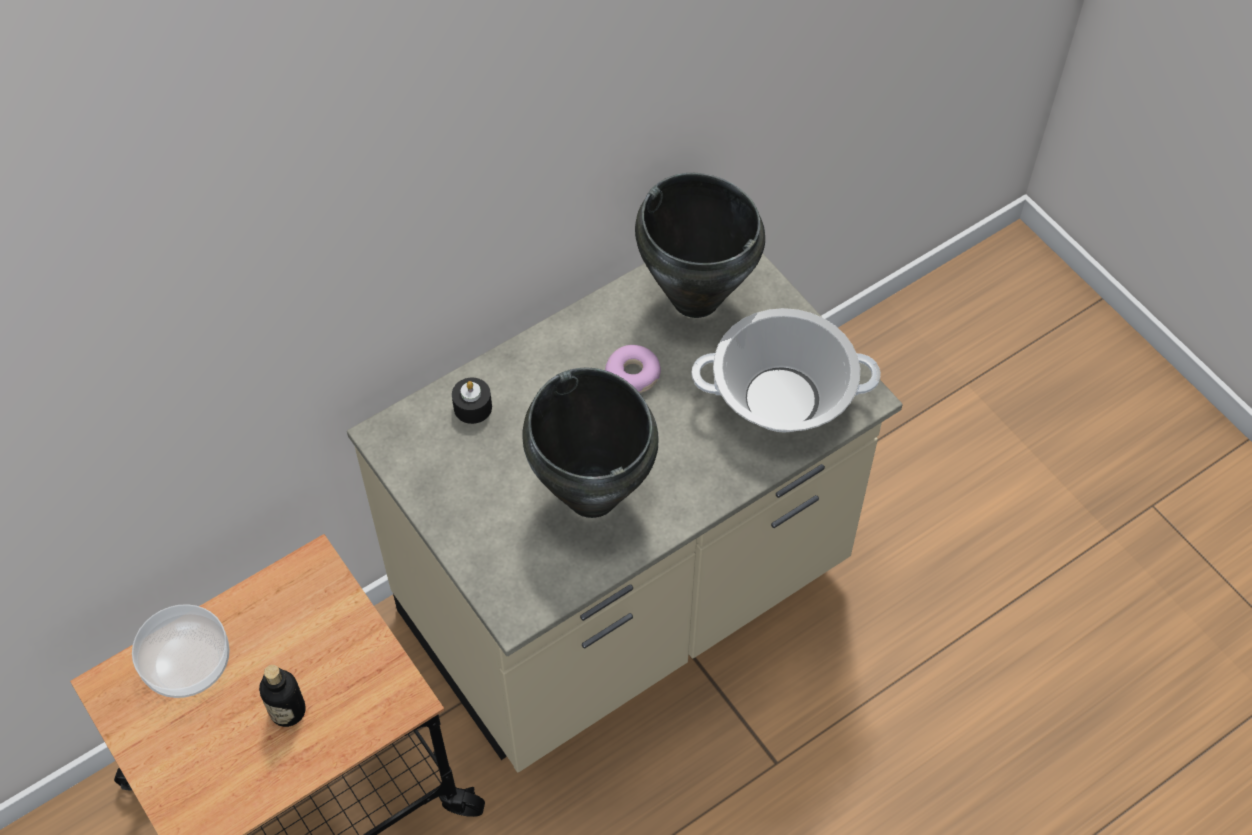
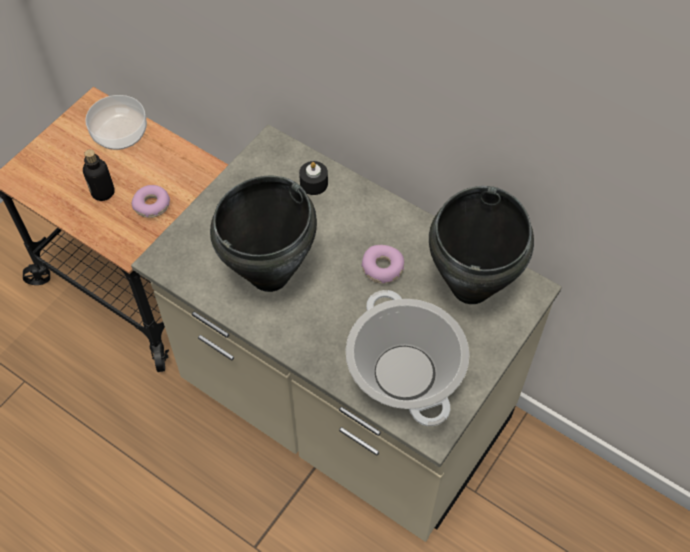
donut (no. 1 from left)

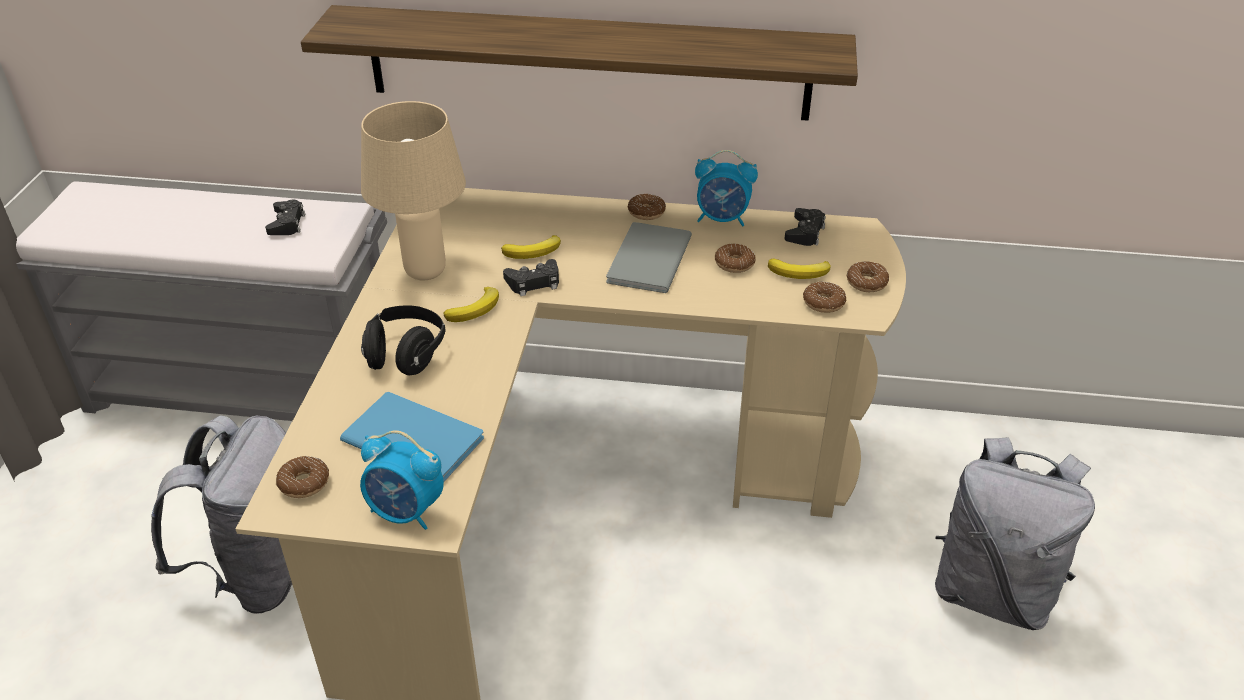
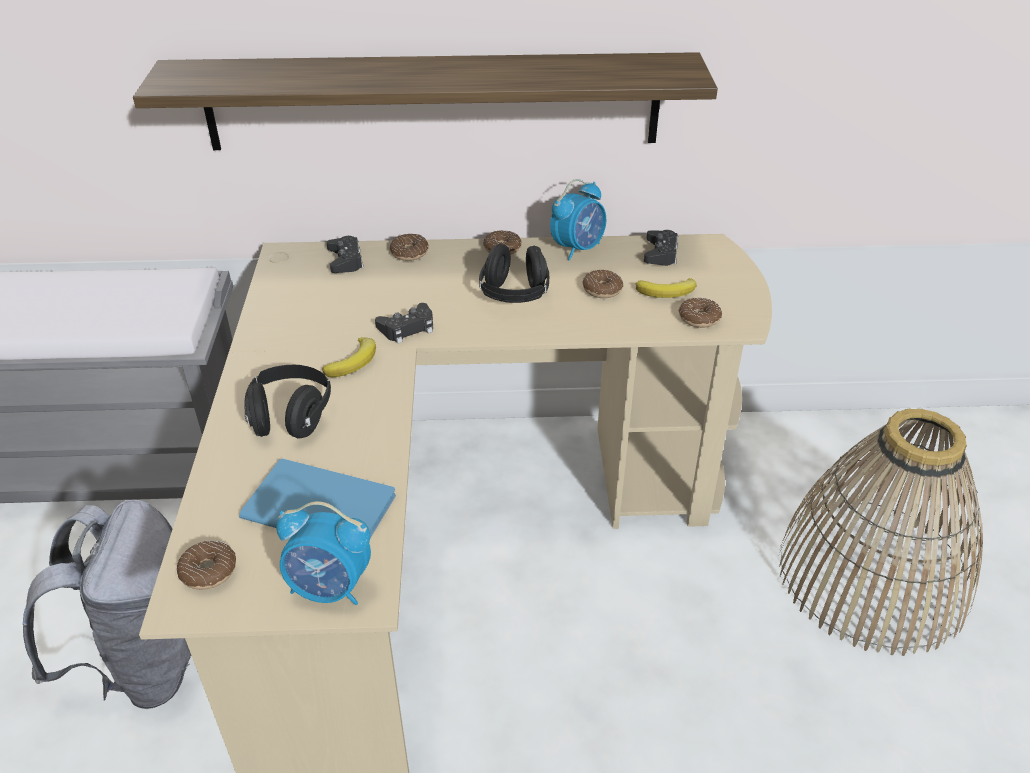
lampa stołowa [beżowy]; banan (no. 2 from left in the first image); pad do gier [czarny] (no. 1 from left); donut (no. 2 from left); słuchawki [czarny] (no. 2 from left); koszyk; budzik (no. 2 from left)

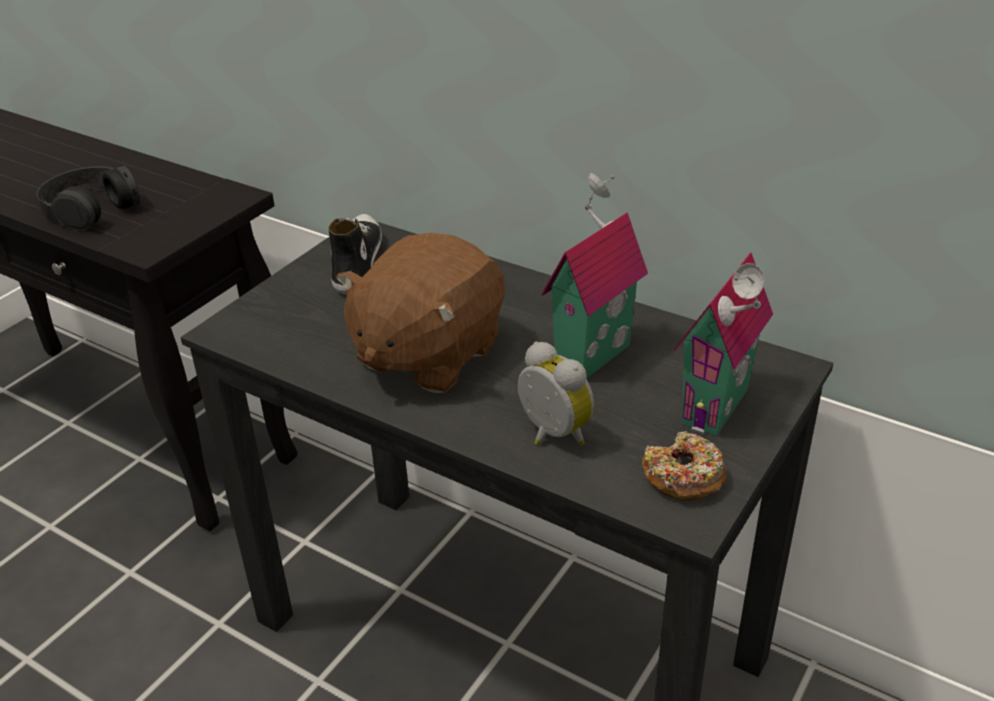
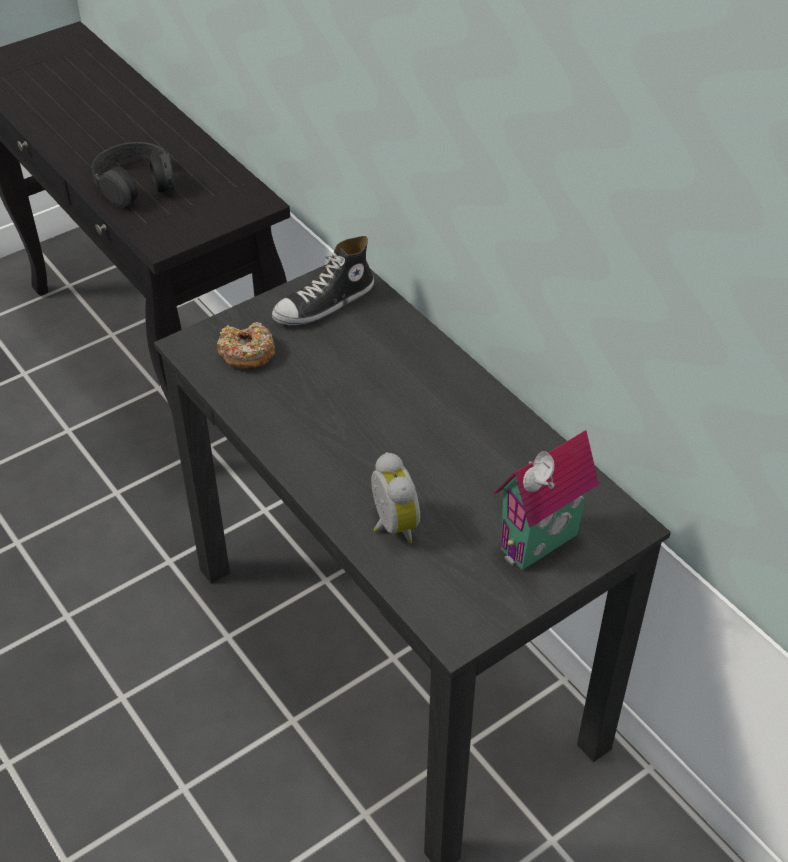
pluszak [brązowy]; domek (no. 1 from left in the first image); donut; but

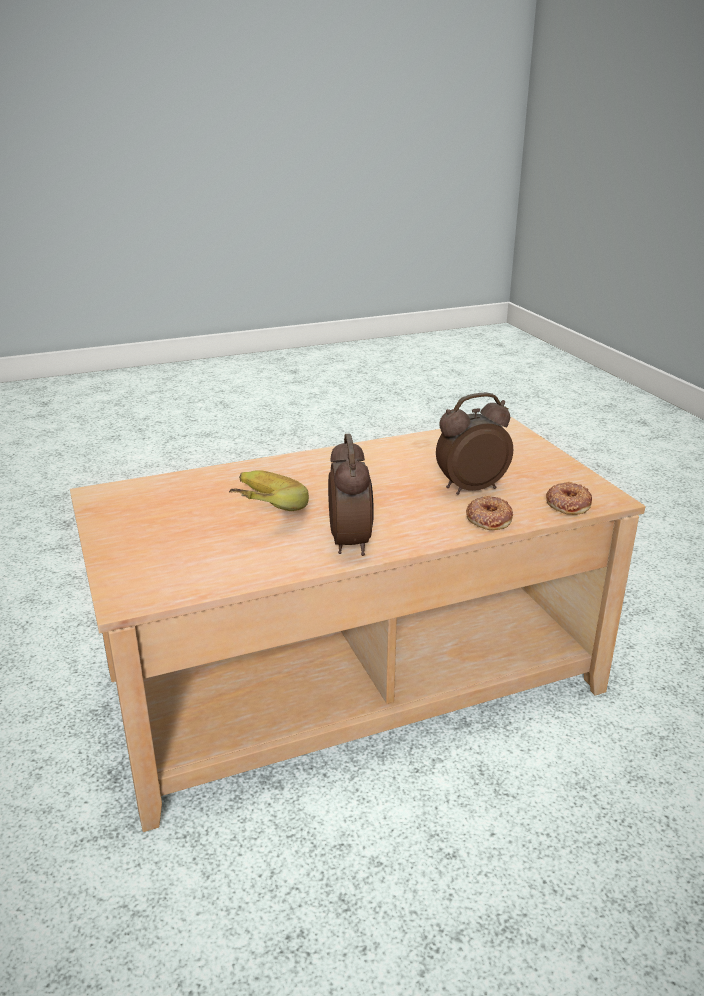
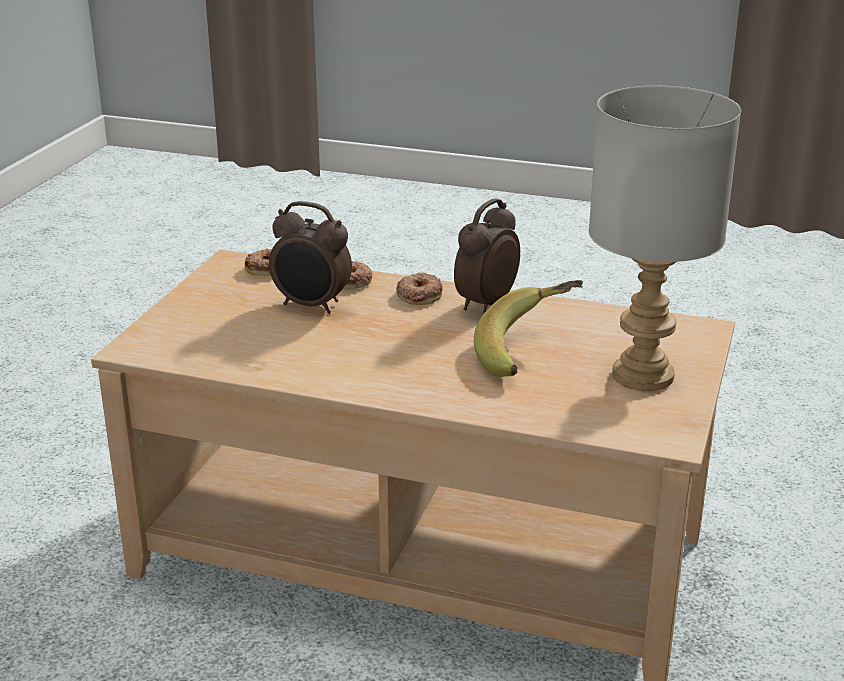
donut (no. 3 from left); lampa stołowa [szary]

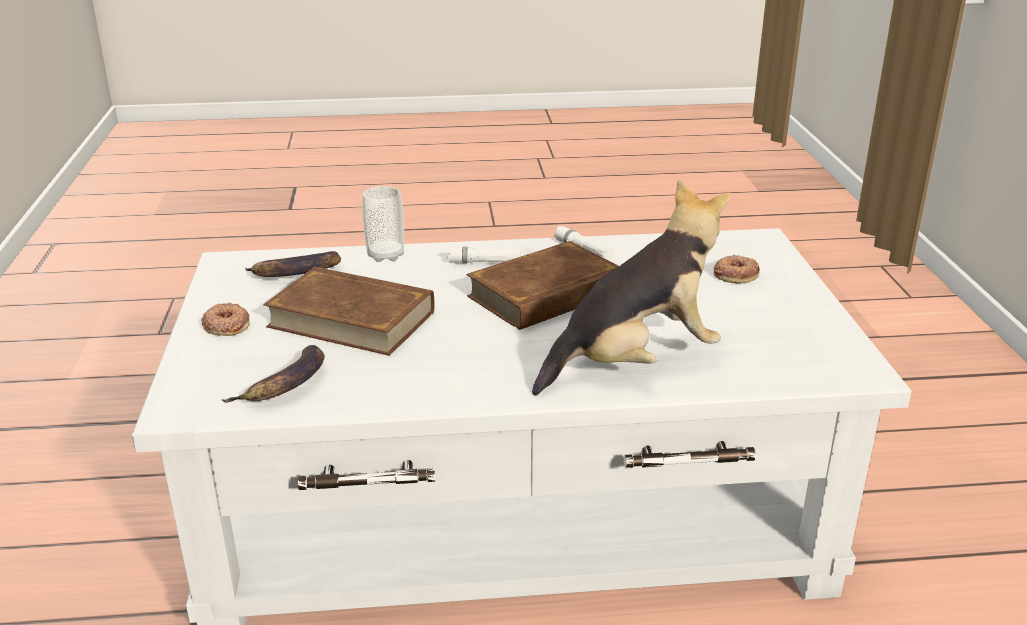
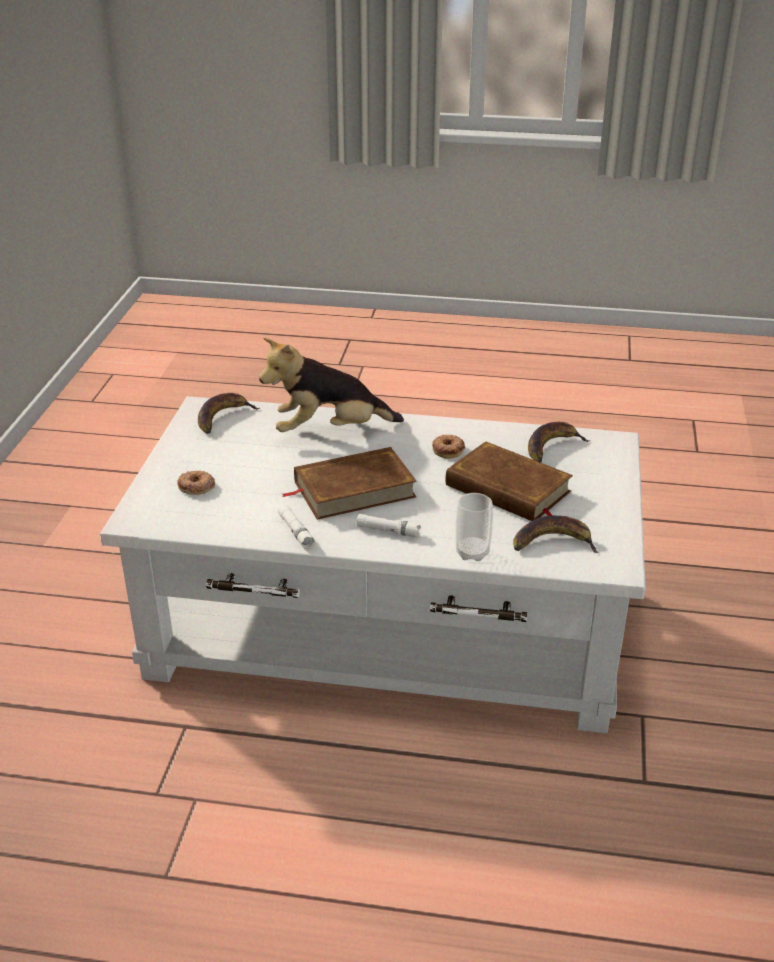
banan (no. 1 from left); donut (no. 2 from left)

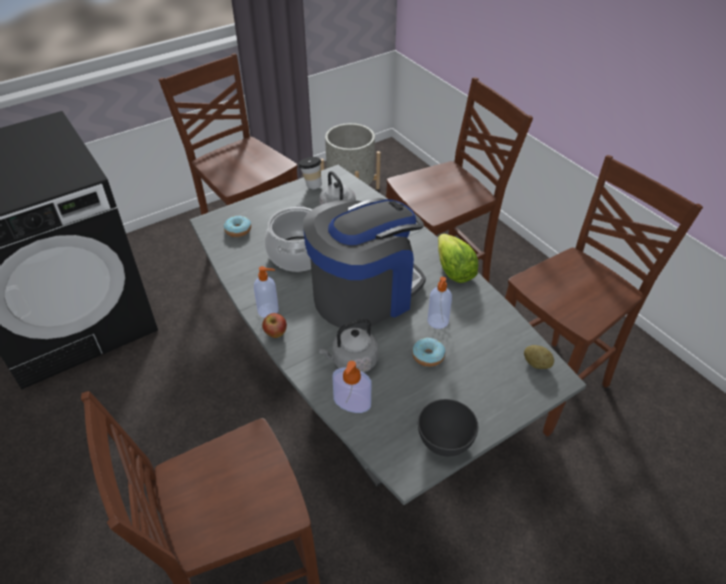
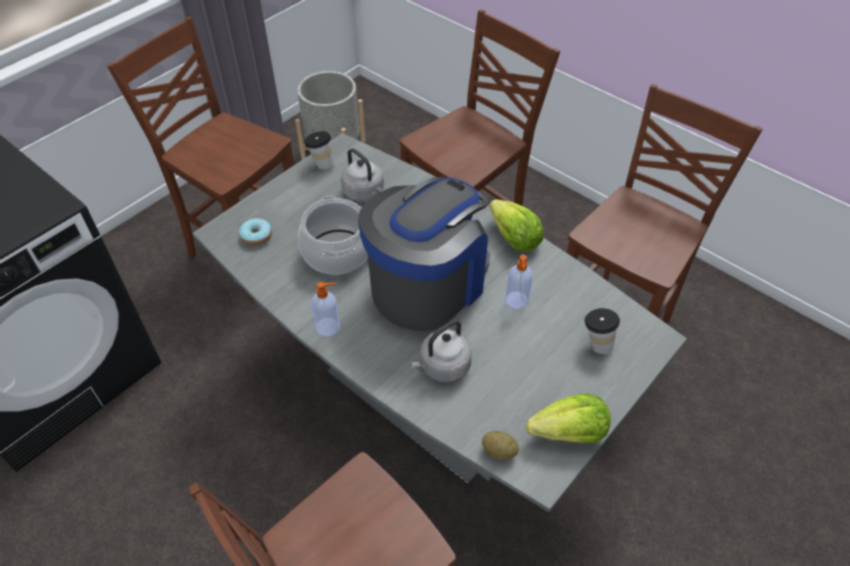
jabłko; dozownik mydła (no. 2 from left in the first image); donut (no. 2 from left in the first image); filiżanka (no. 2 from left); ziemniak; sałata (no. 2 from left)

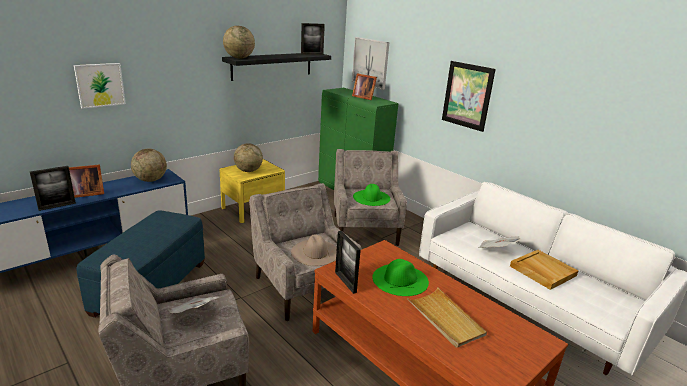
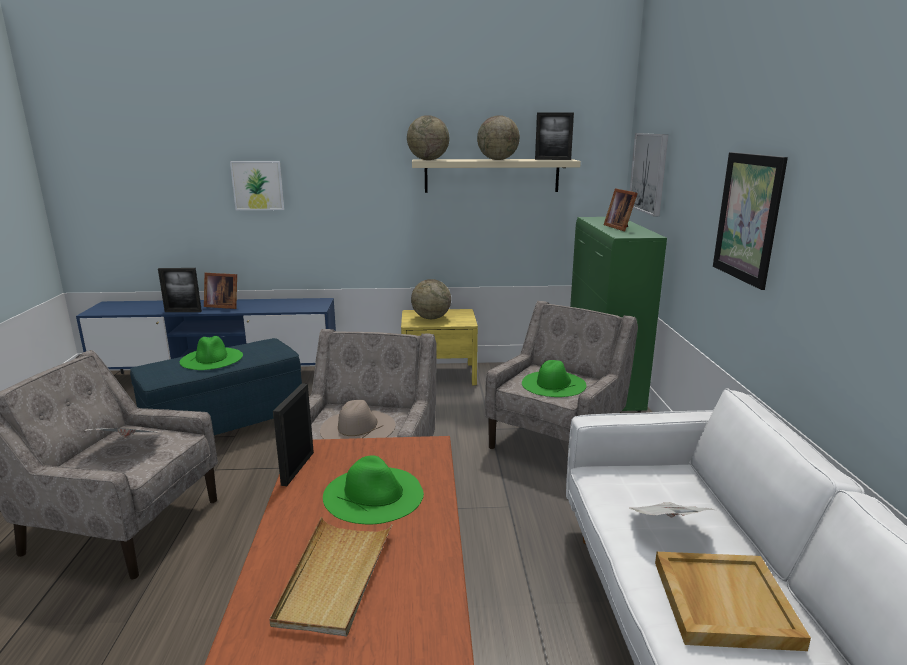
kapelusz [zielony] (no. 1 from left); globus (no. 3 from left); półka [beżowy]

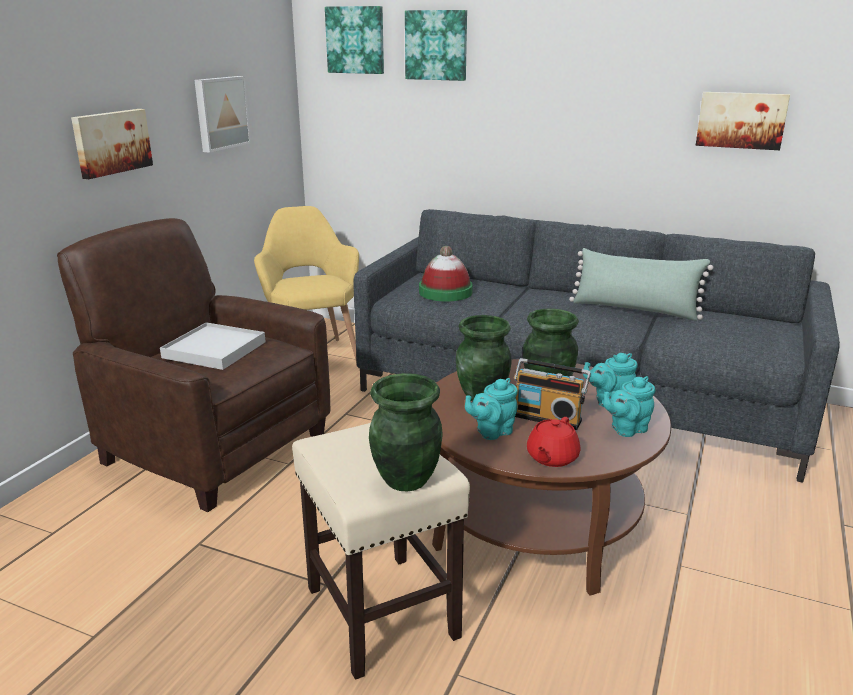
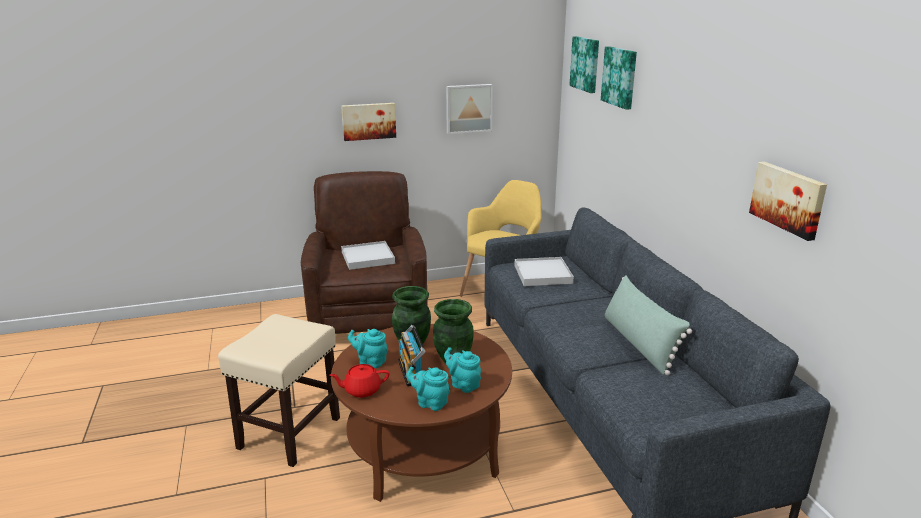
wazon [zielony] (no. 1 from left in the first image); taca [biały] (no. 2 from left)

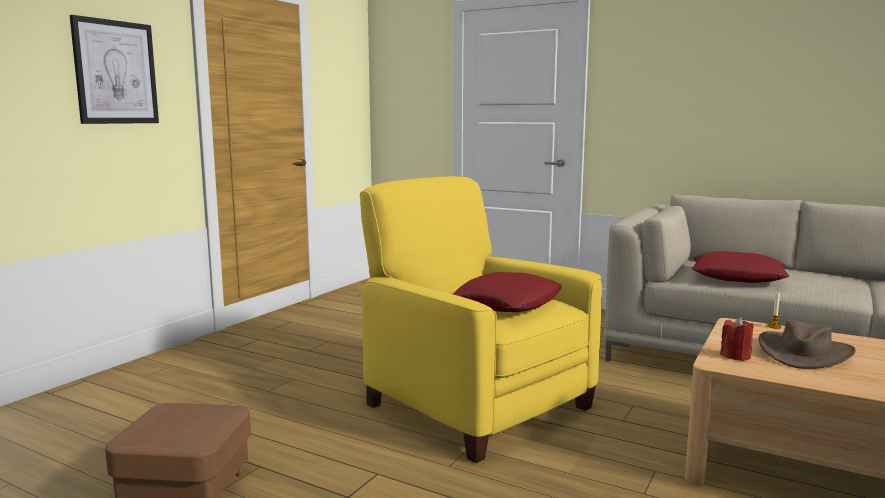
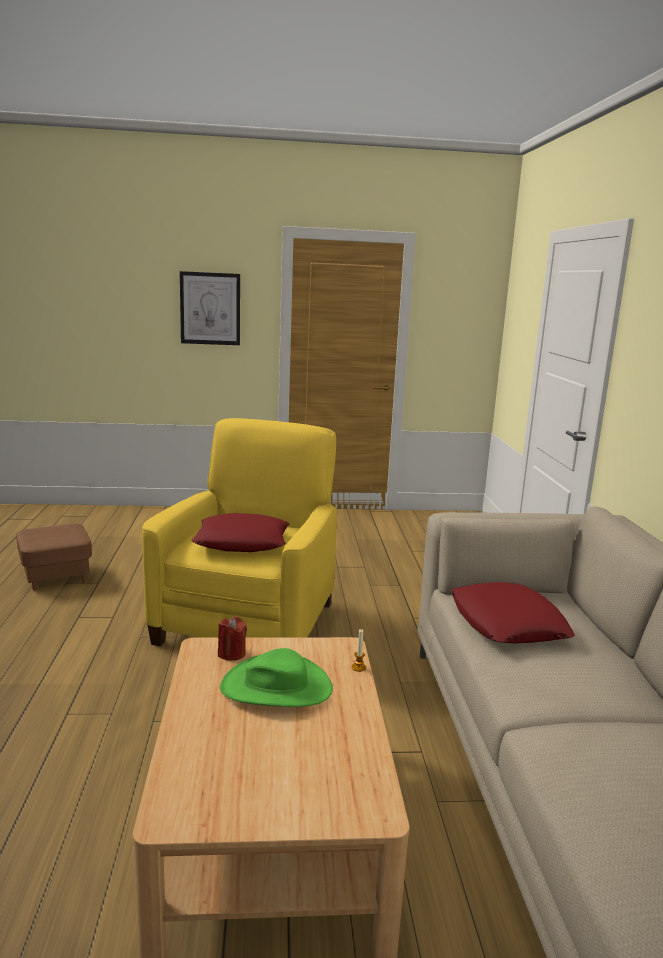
kapelusz [zielony]

